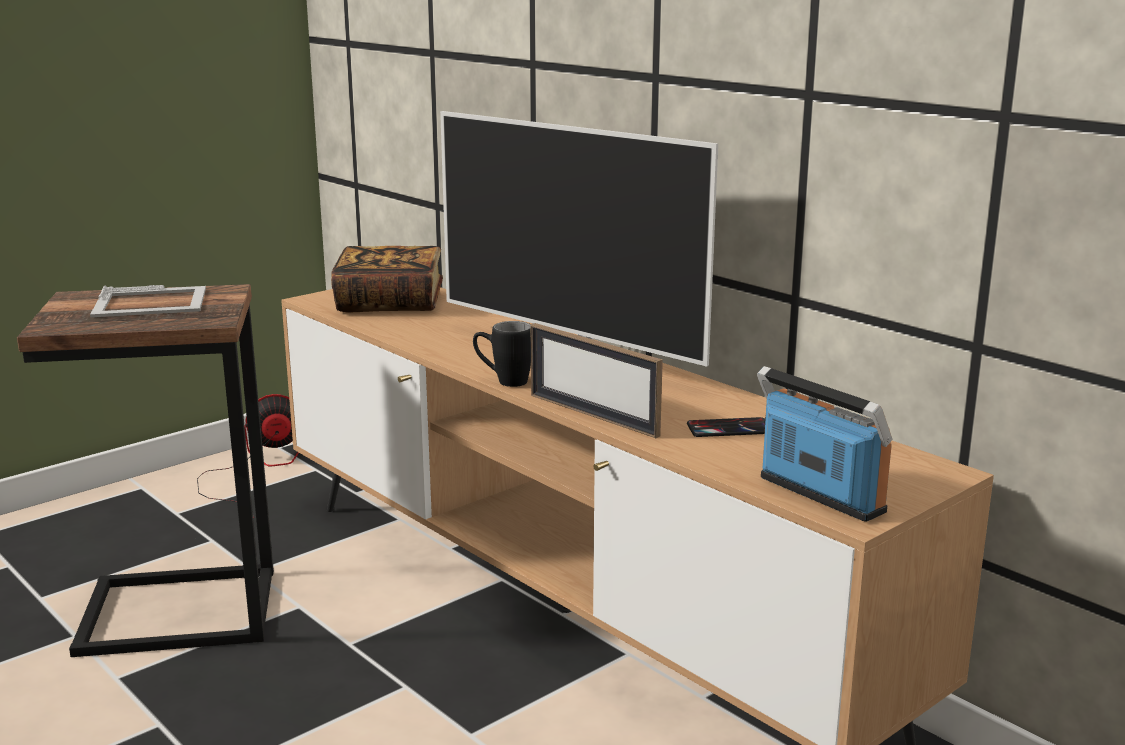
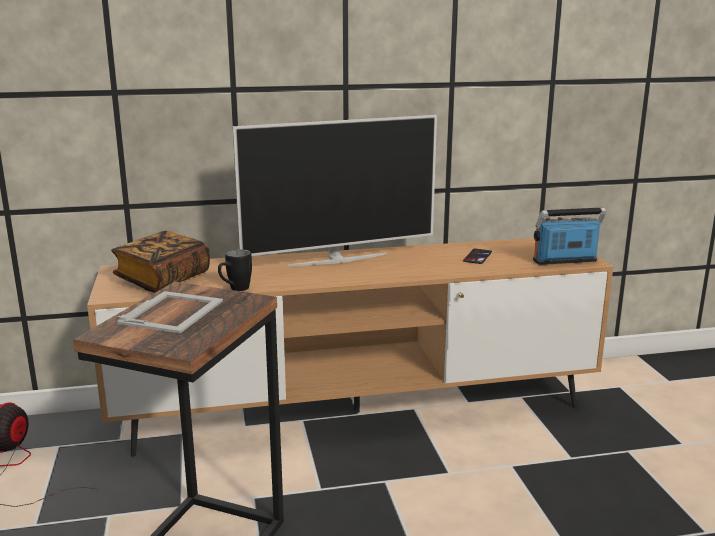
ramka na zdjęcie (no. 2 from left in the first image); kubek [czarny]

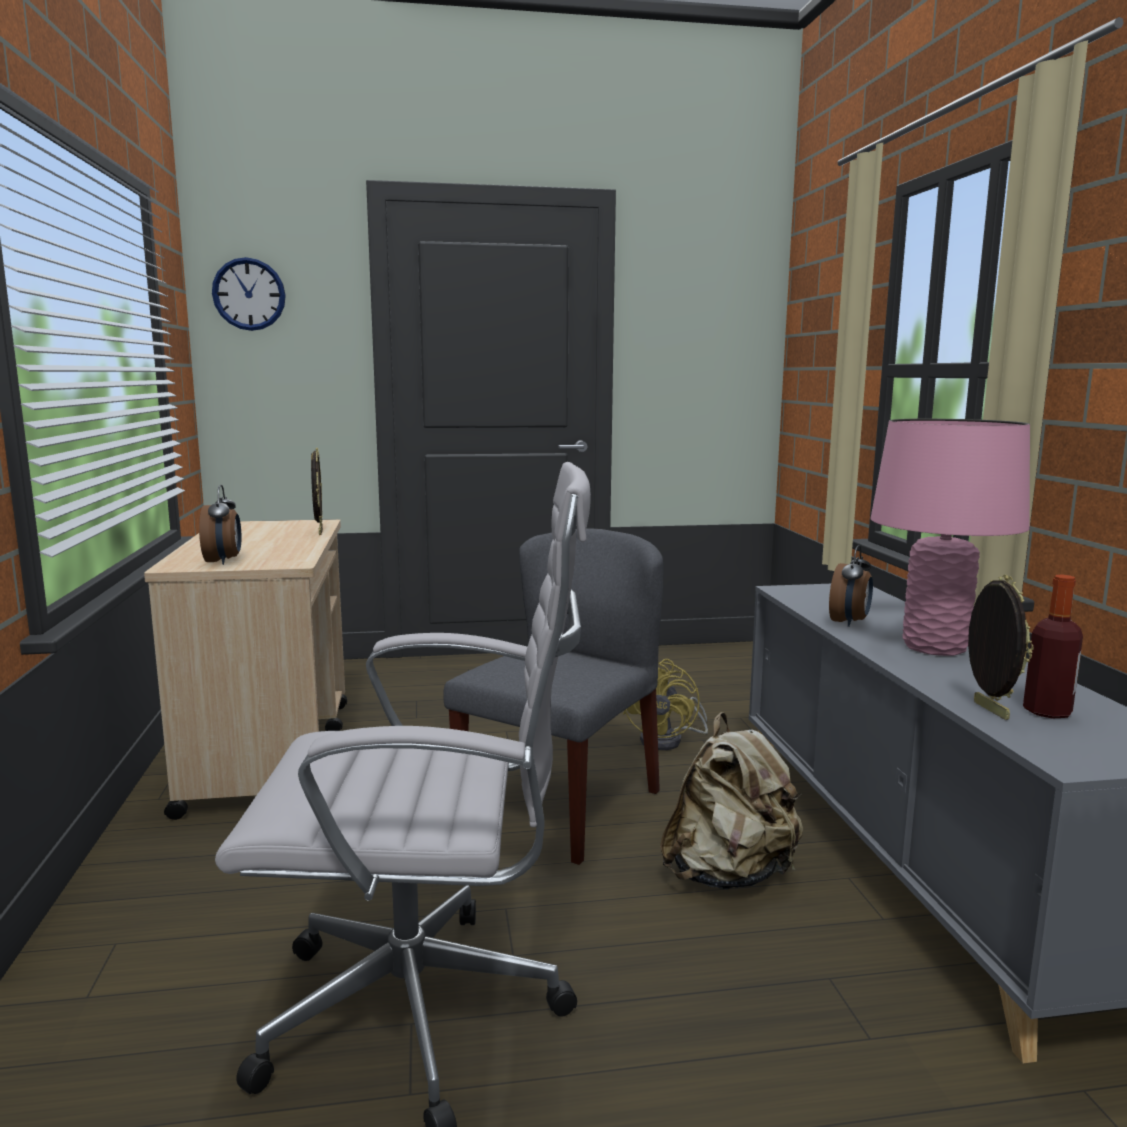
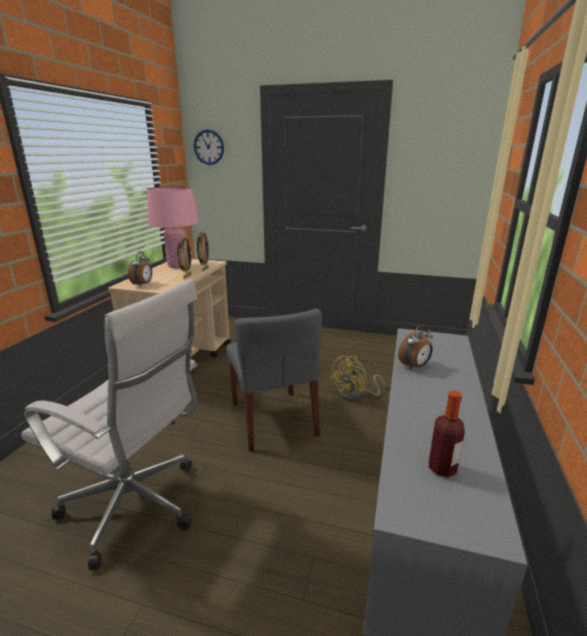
plecak [beżowy]; lampa stołowa [różowy]; ramka na zdjęcie (no. 1 from left); krzesło [szary]

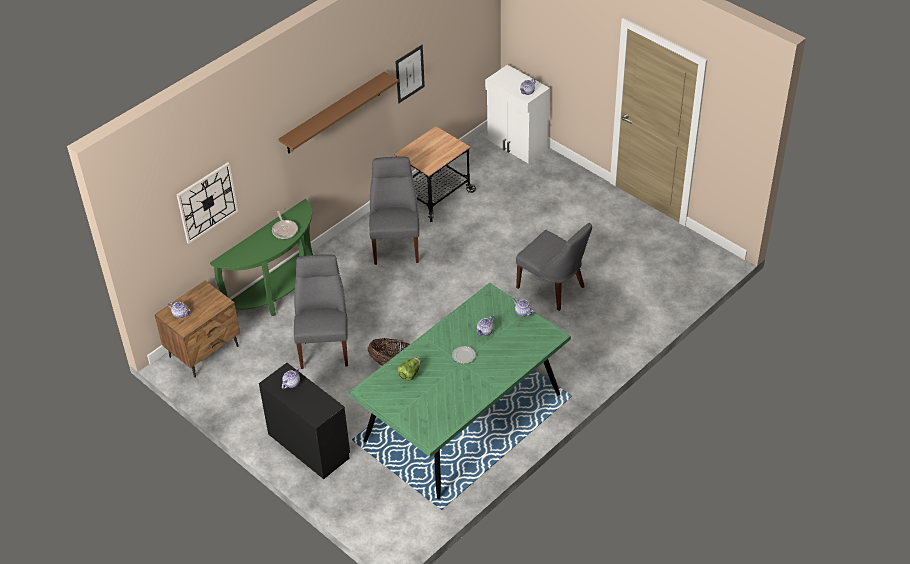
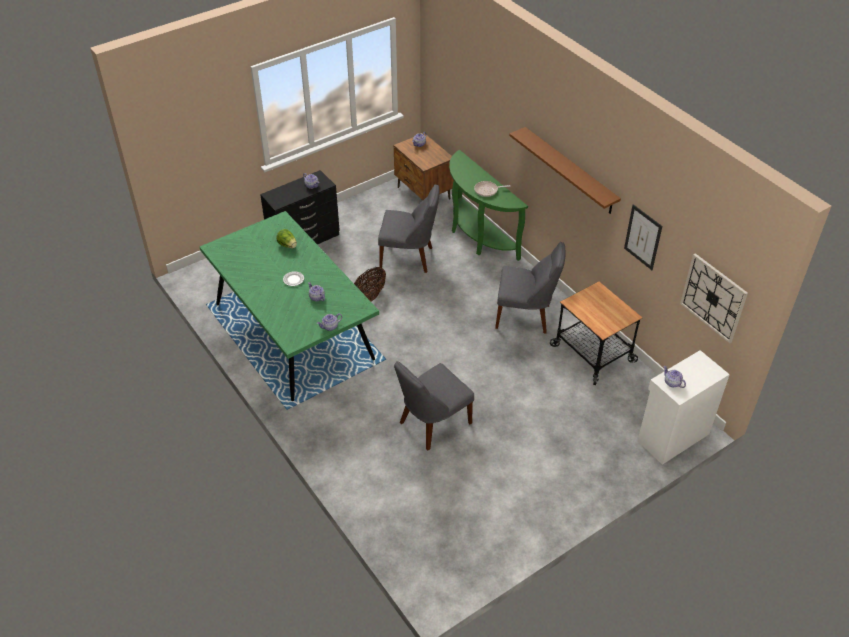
zegar ścienny

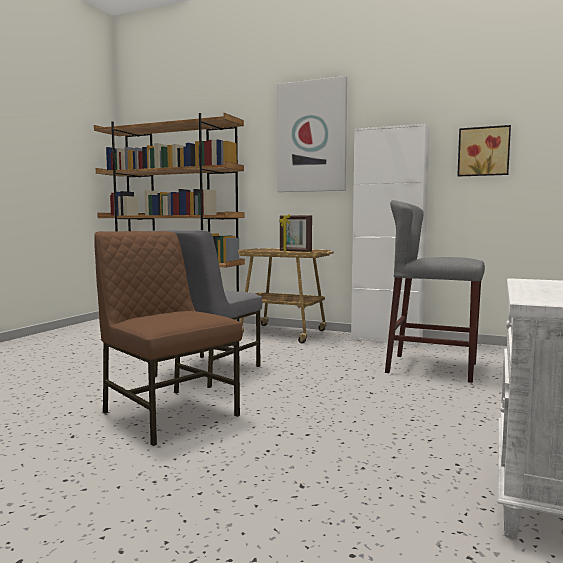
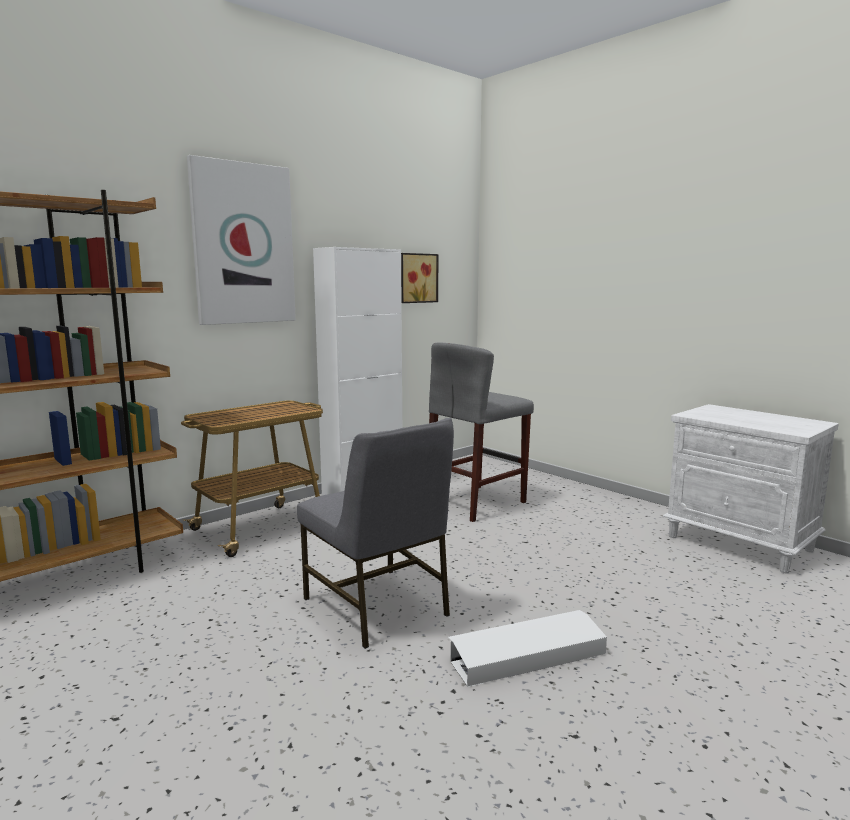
ramka na zdjęcie; pojemnik do przechowywania [biały]

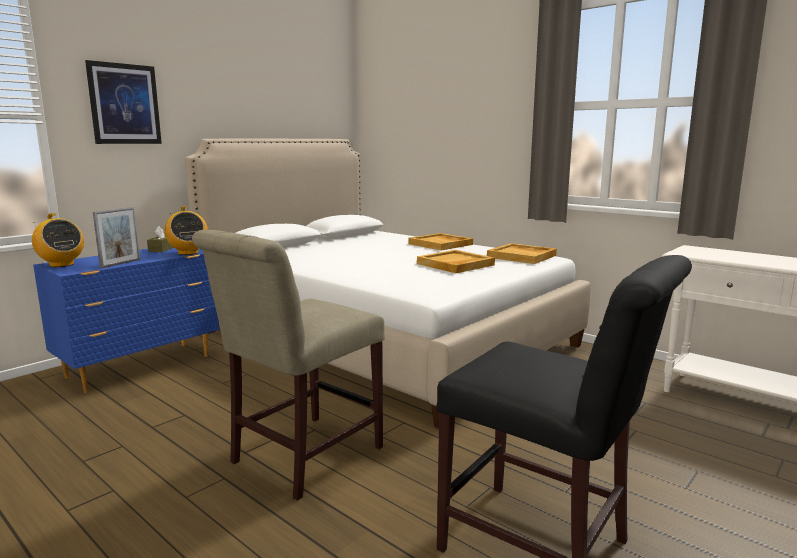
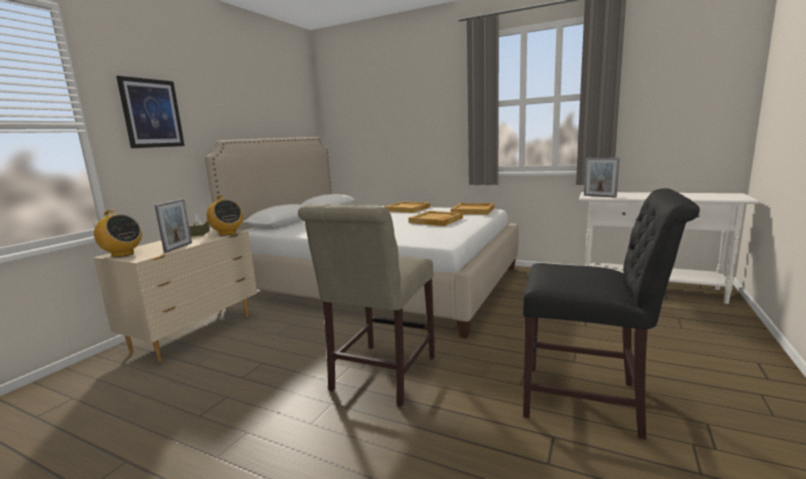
ramka na zdjęcie (no. 2 from left); komoda [beżowy]

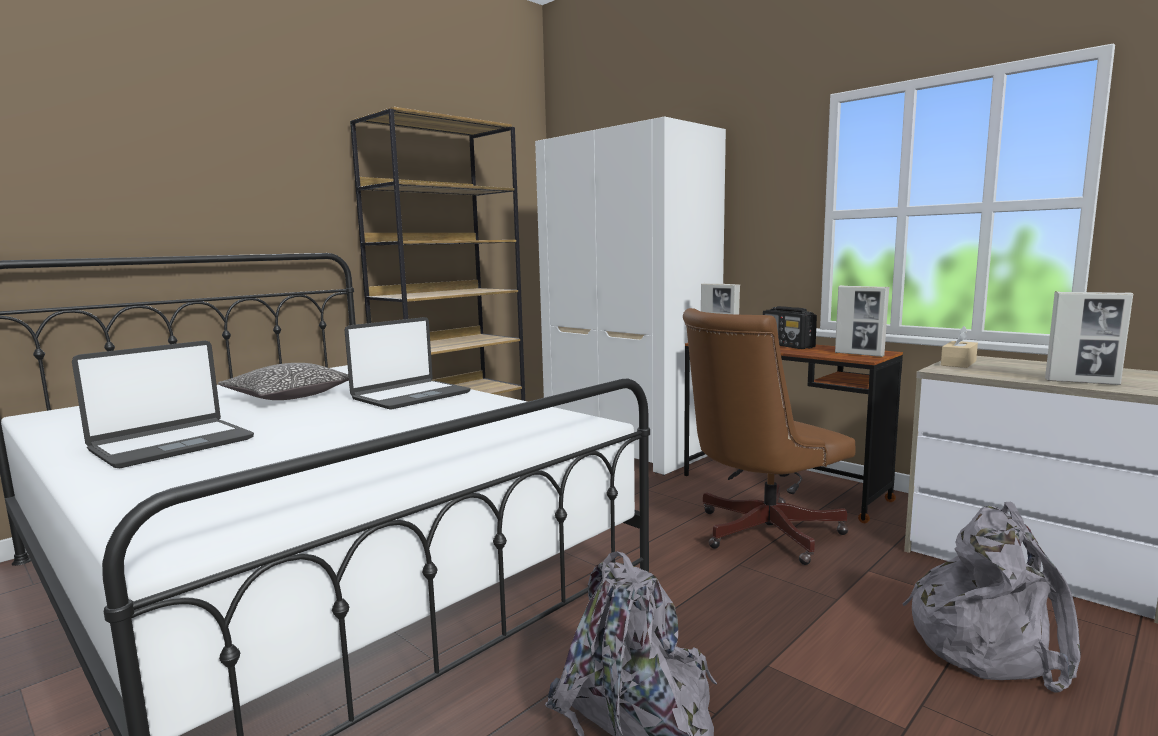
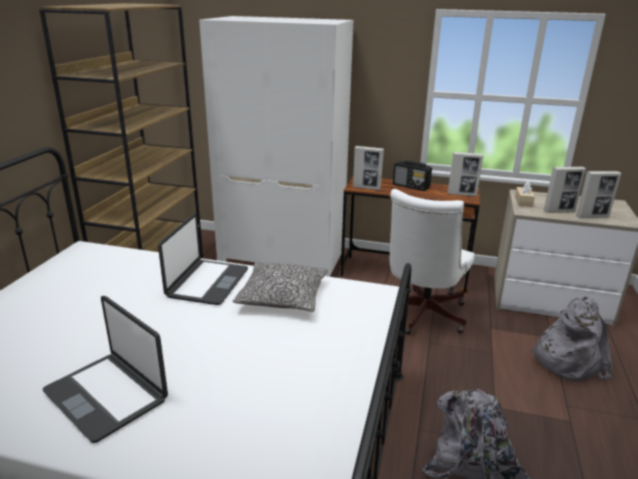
ramka na zdjęcie (no. 3 from left); poduszka; krzesło biurowe [biały]; laptop (no. 1 from left)

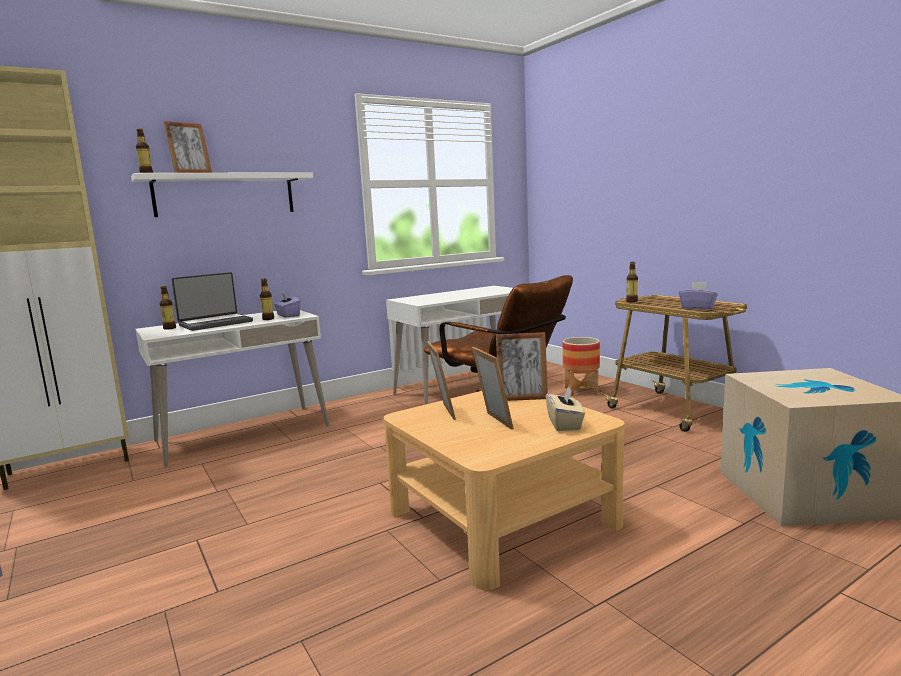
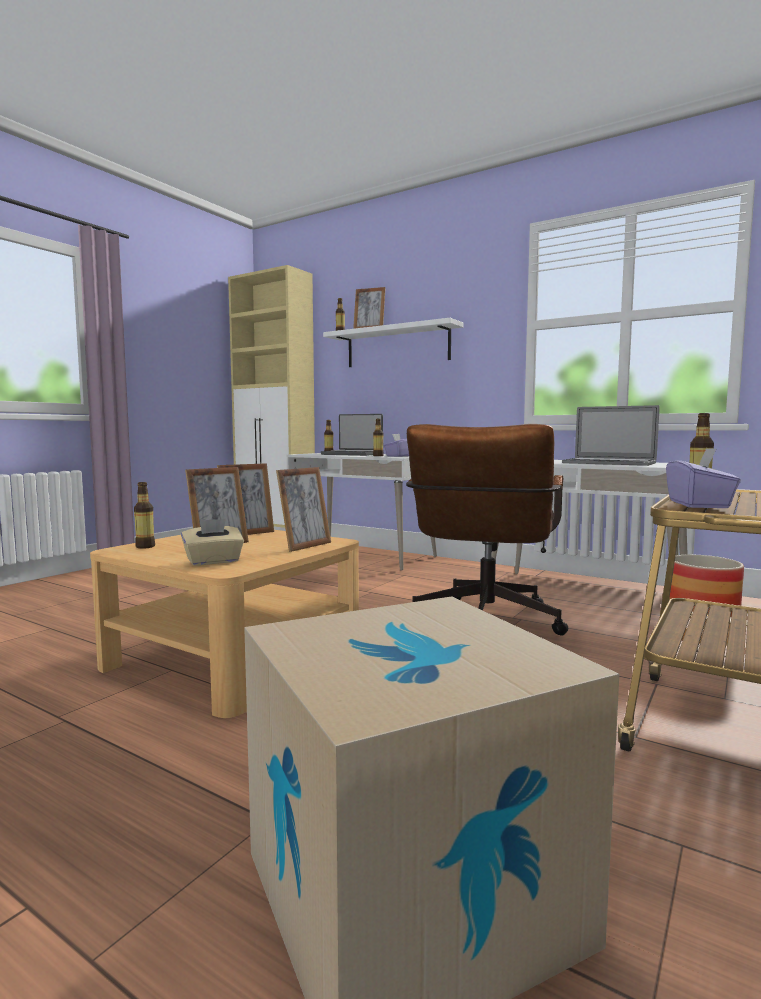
butelka (no. 1 from left); laptop (no. 2 from left); ramka na zdjęcie (no. 3 from left)

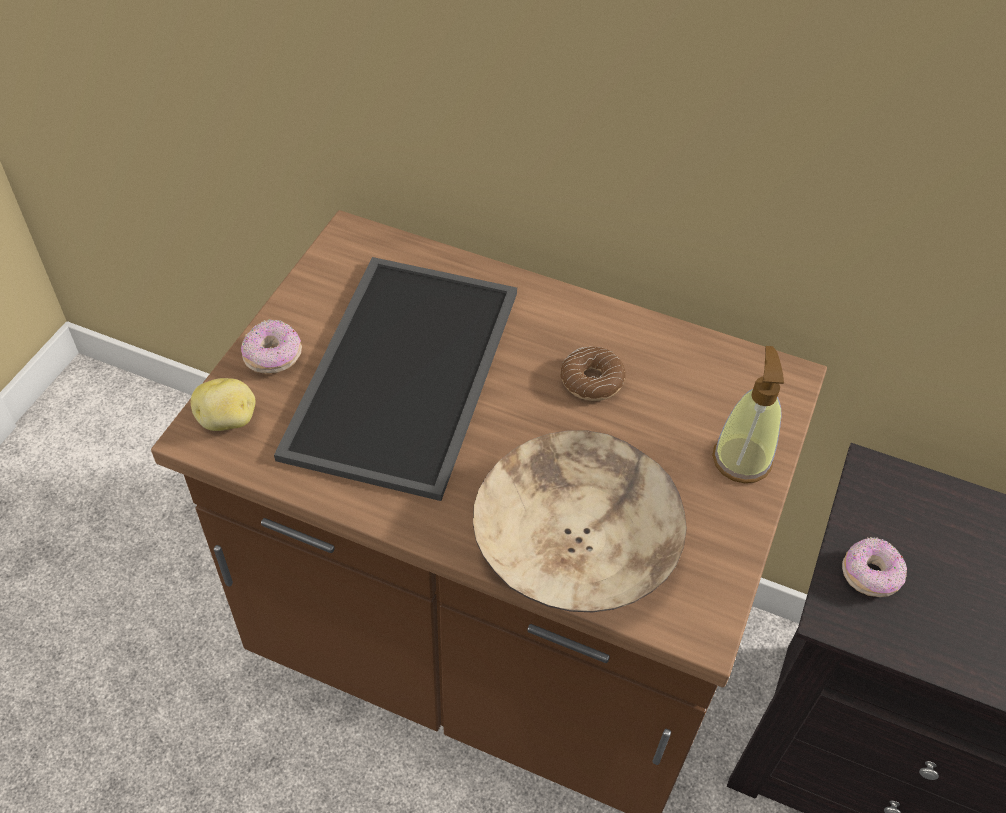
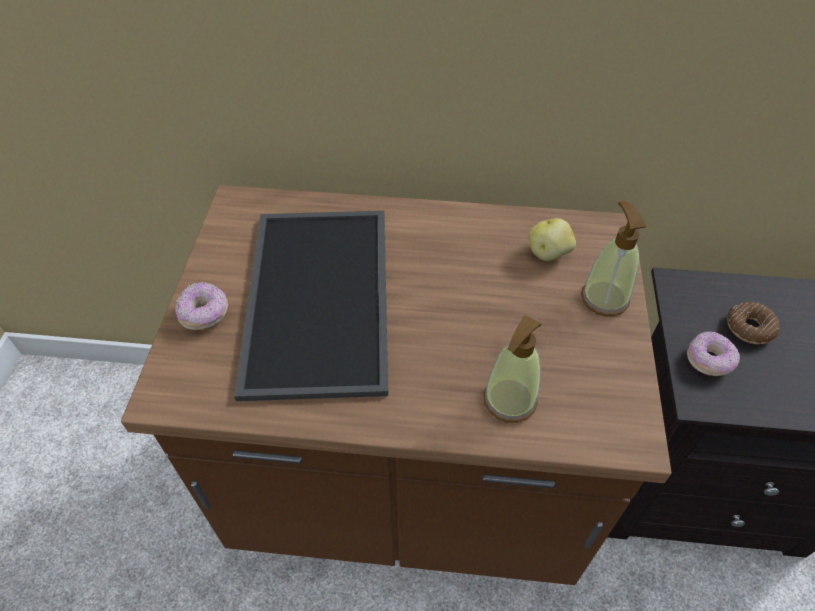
ziemniak; donut (no. 3 from left); dozownik mydła (no. 1 from left)

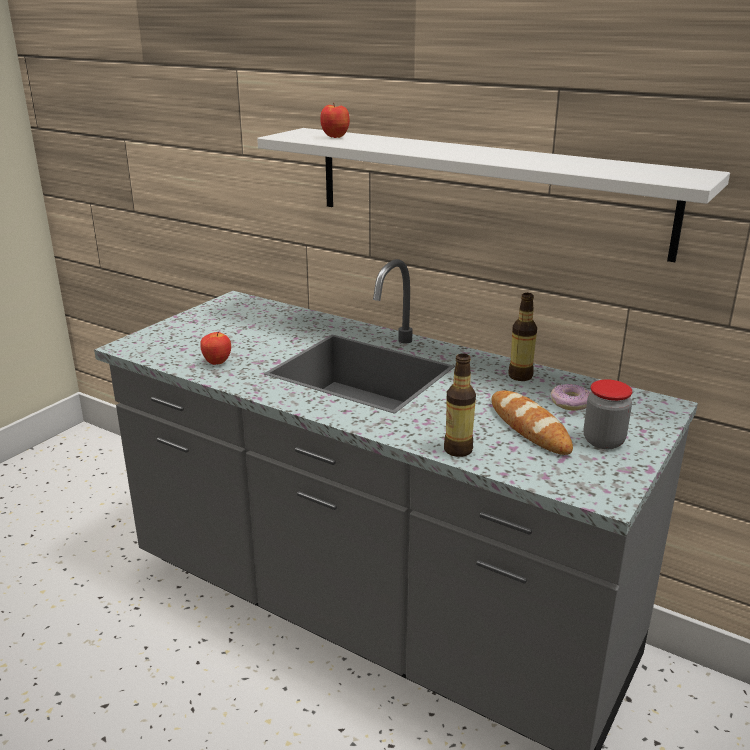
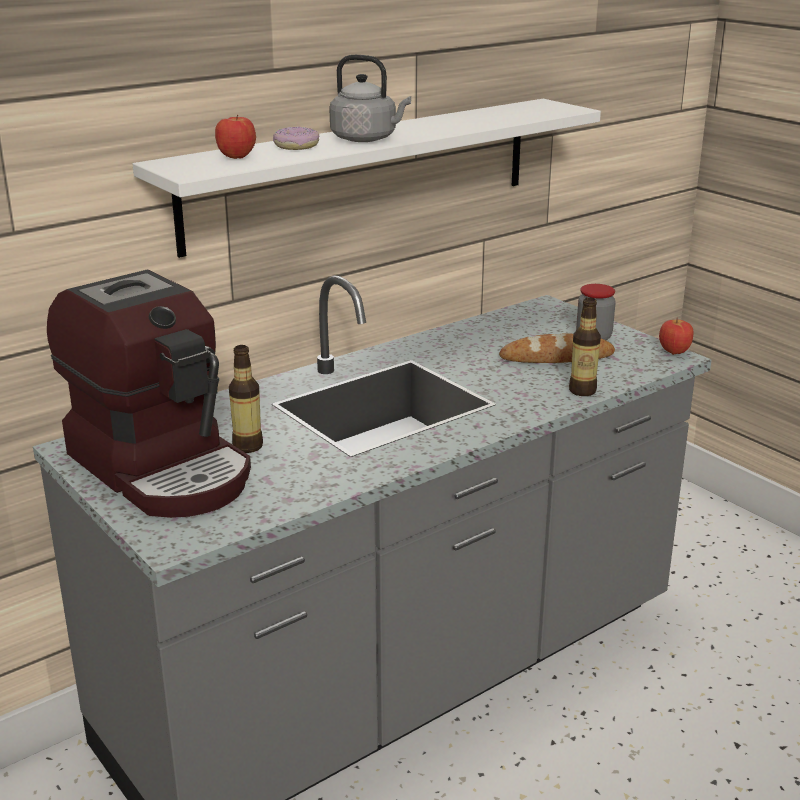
ekspres do kawy; czajnik [szary]; jabłko (no. 2 from left); butelka (no. 1 from left); donut

